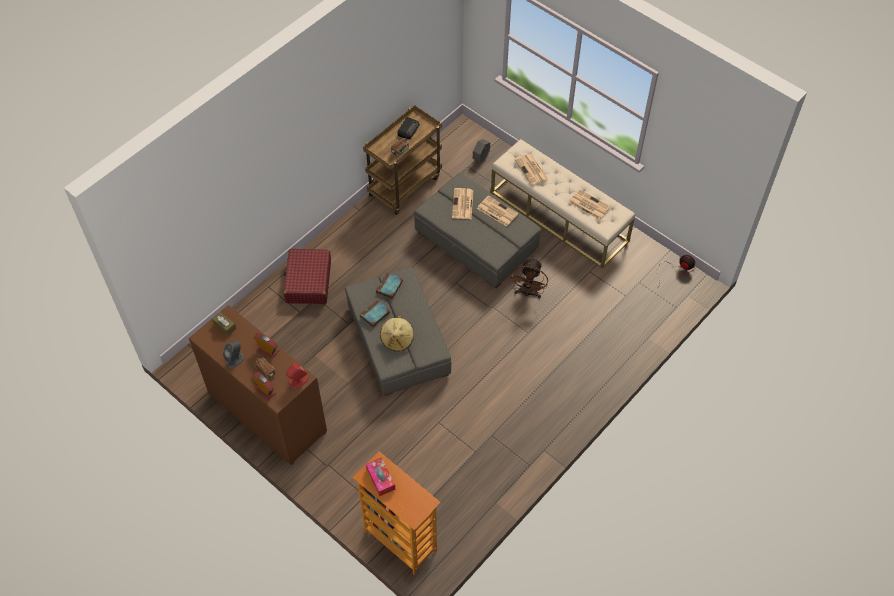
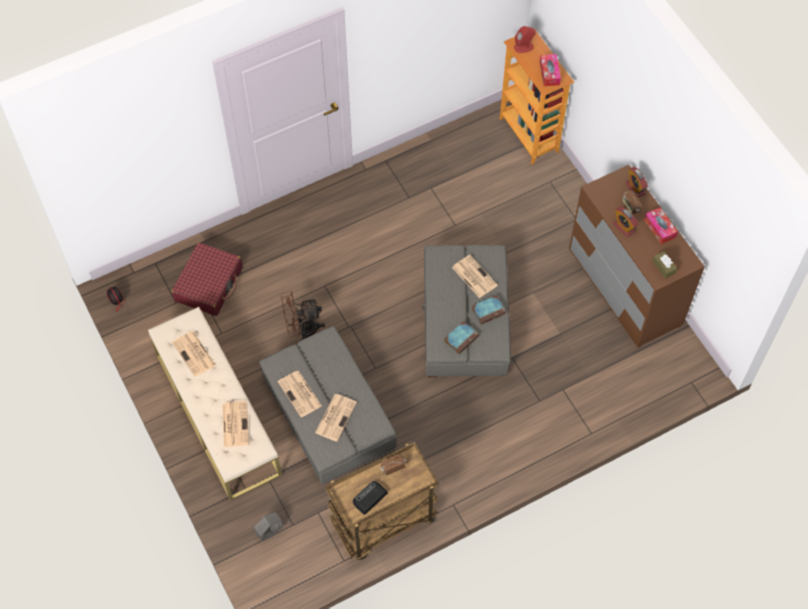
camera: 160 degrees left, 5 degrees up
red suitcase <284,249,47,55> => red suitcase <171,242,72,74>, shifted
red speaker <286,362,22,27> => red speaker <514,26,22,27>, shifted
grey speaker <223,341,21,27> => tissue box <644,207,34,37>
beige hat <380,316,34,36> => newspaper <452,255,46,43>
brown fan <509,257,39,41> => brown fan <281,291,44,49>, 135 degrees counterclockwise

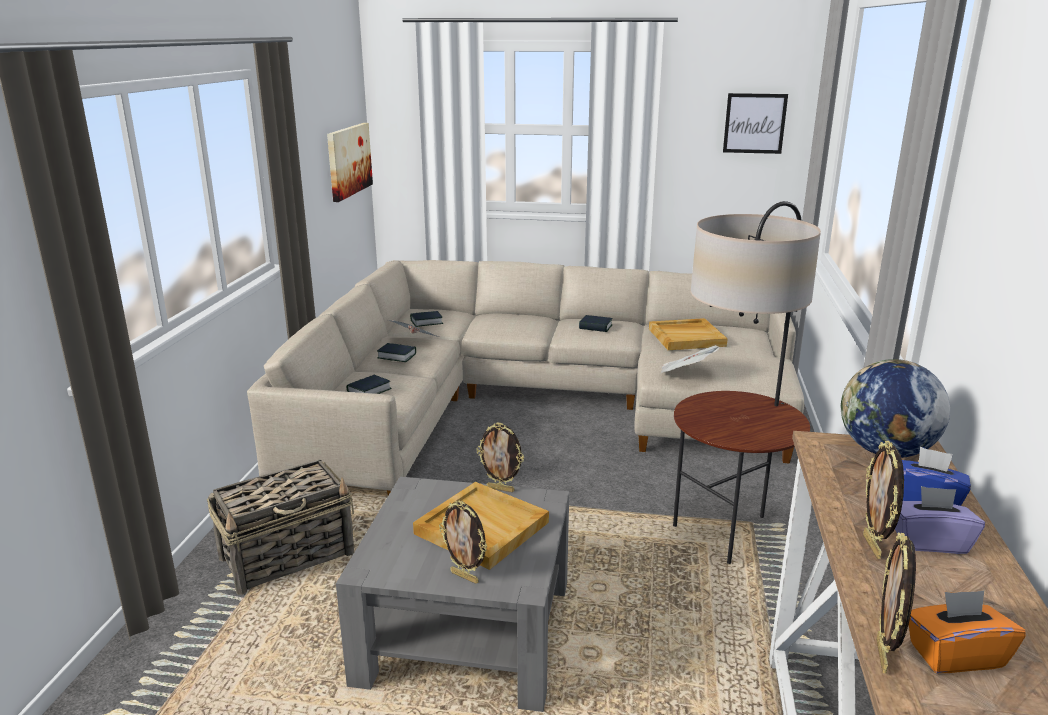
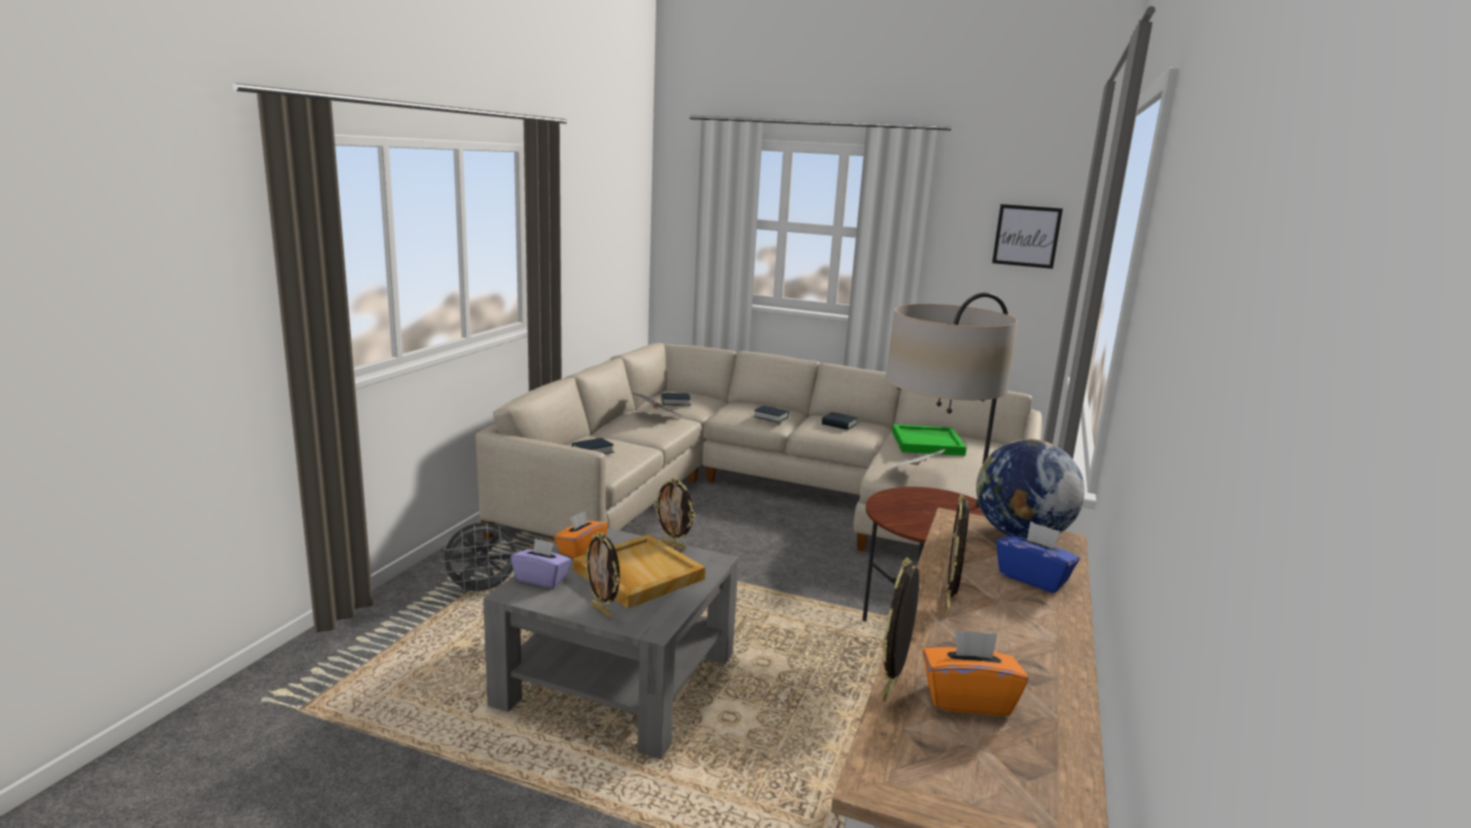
camera: 10 degrees right, 5 degrees down
picture <327,123,46,79> => nothing
nothing => orange tissue box <554,511,54,47>
book <377,343,39,19> => book <754,406,35,17>, shifted
purple tissue box <895,486,90,68> => purple tissue box <510,538,61,50>, shifted
basket <207,459,147,136> => grey fan <441,522,80,74>
beige tray <649,318,79,32> => green tray <892,424,75,32>

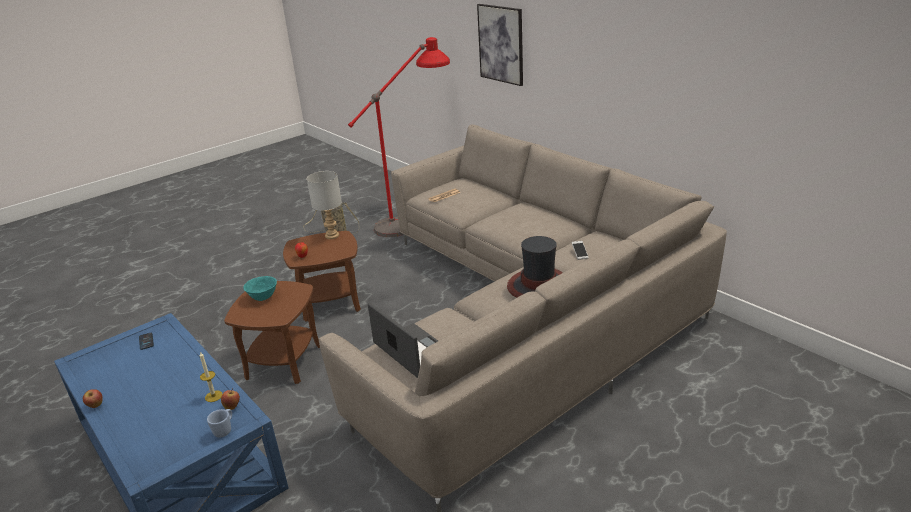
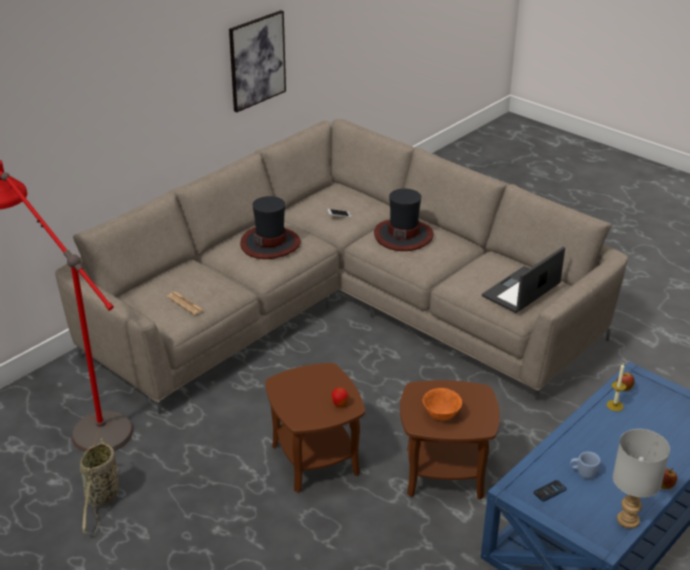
camera: 100 degrees left, 5 degrees up
nothing => hat <240,196,61,63>
blue mug <207,409,25,29> => blue mug <570,452,30,27>, shifted
grey table lamp <307,171,35,68> => grey table lamp <613,429,57,100>, shifted
picture <477,4,46,82> => picture <229,10,57,103>, shifted
turquoise bowl <243,276,34,25> => orange bowl <423,388,39,32>

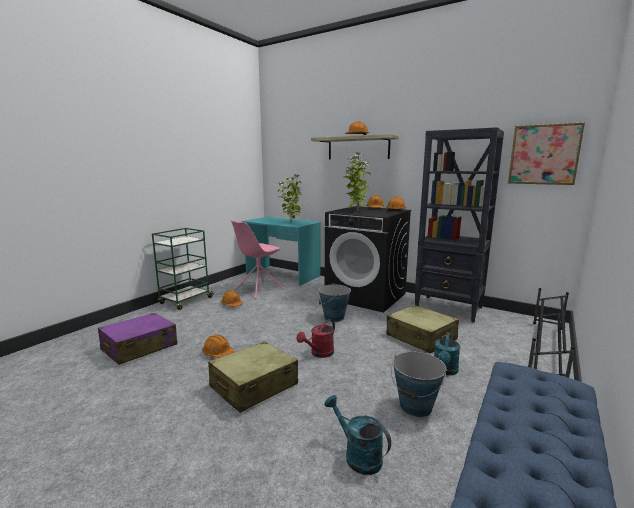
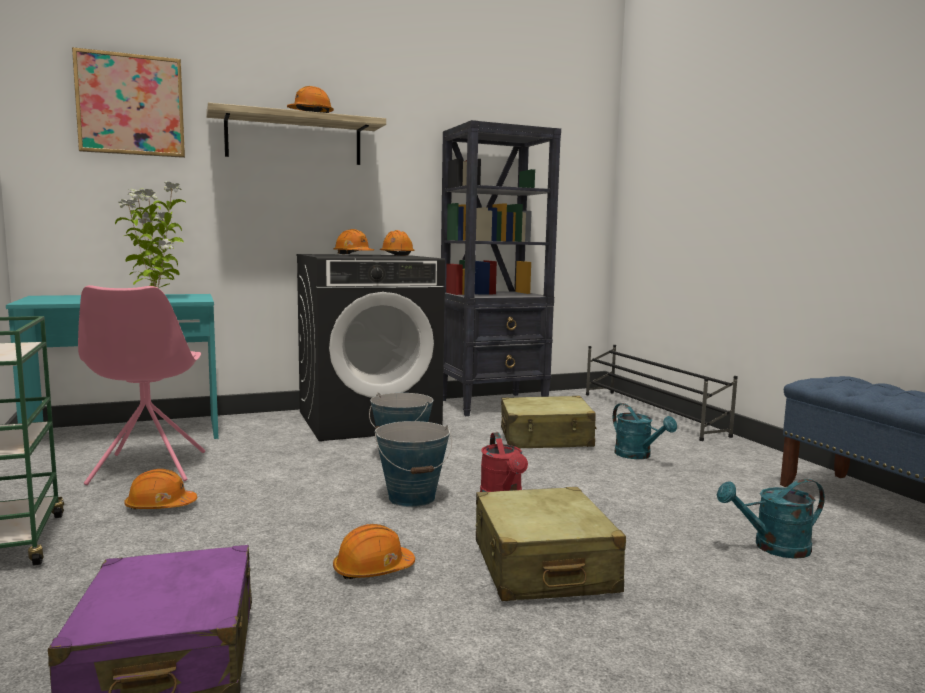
camera: 55 degrees left, 5 degrees down
potted plant <343,152,28,59> => nothing
bucket <391,352,55,65> => bucket <375,421,77,86>, shifted
picture <508,122,77,63> => picture <72,47,113,111>, shifted

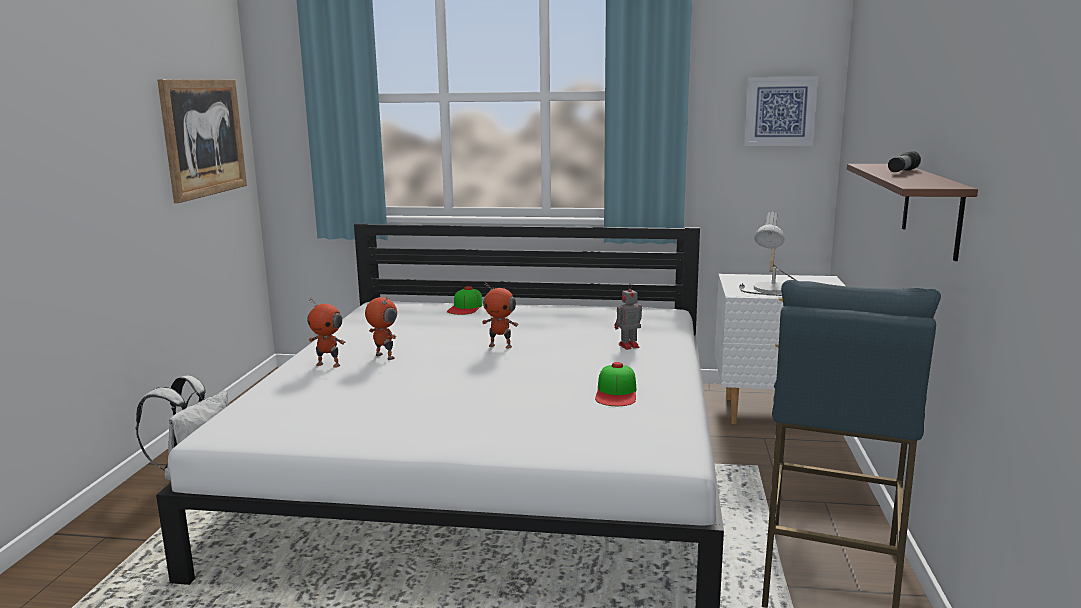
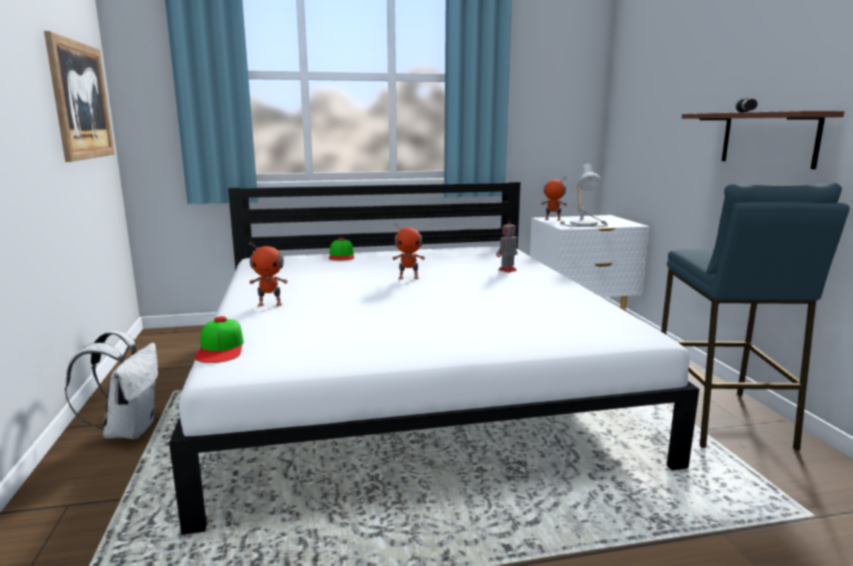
camera: 20 degrees left, 0 degrees up
picture <744,76,75,70> => nothing
toy robot <365,296,32,64> => toy robot <541,177,26,44>, shifted
cap <595,362,41,44> => cap <195,316,49,47>, shifted

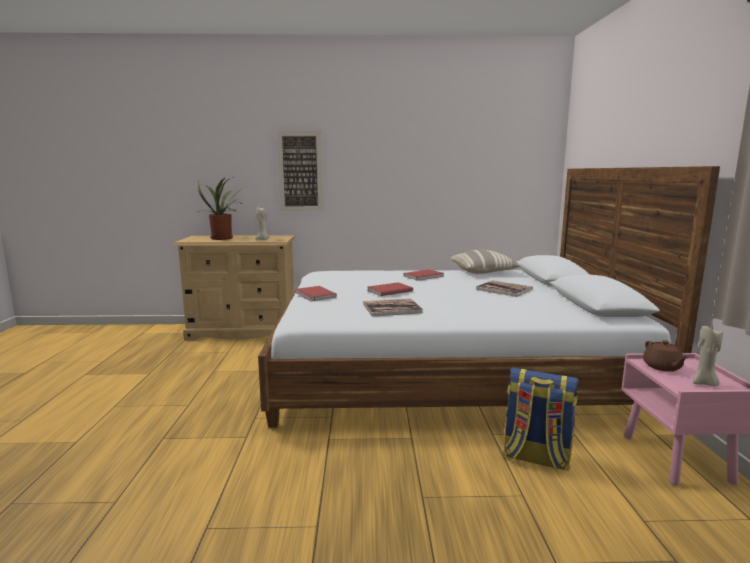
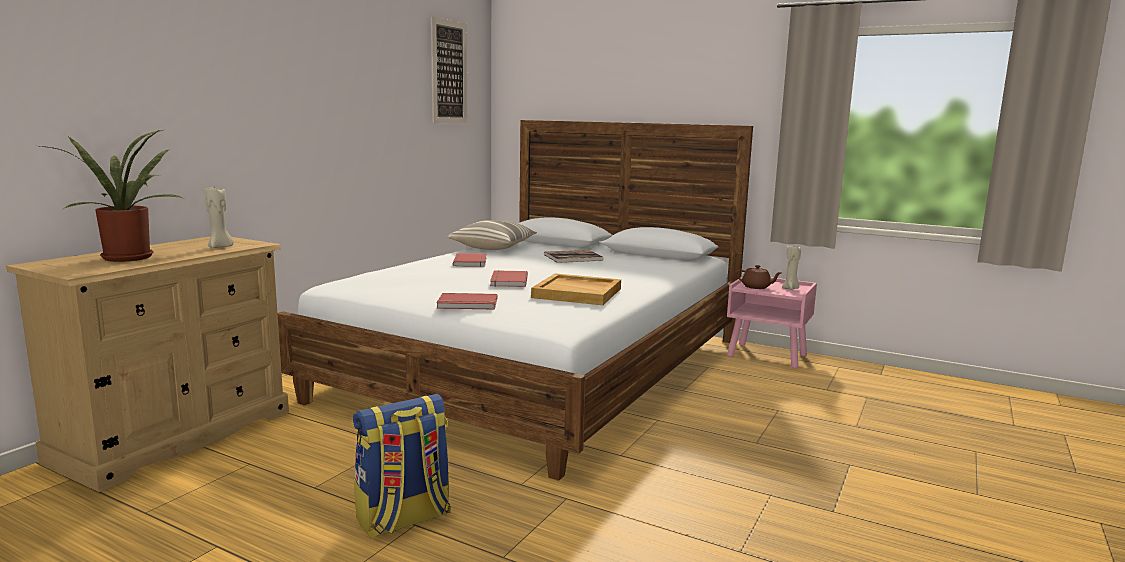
camera: 60 degrees left, 0 degrees up
picture <277,131,46,80> => picture <431,17,36,106>, shifted
backpack <503,368,76,103> => backpack <353,394,98,145>, shifted
book <363,299,60,17> => beige tray <531,273,90,32>

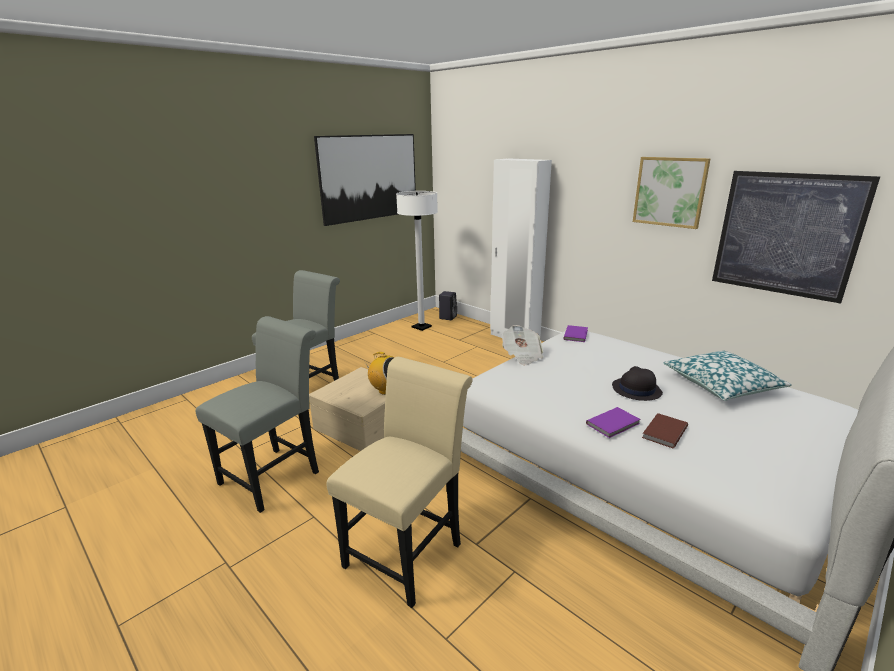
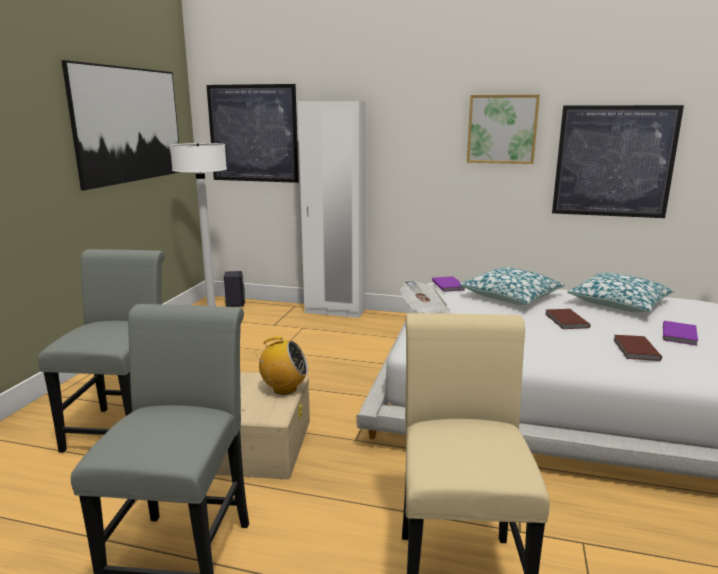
camera: 30 degrees left, 5 degrees down
nothing => picture <206,84,93,99>
nothing => pillow <459,267,106,38>
purple book <586,407,55,31> => purple book <663,321,35,25>, shifted
black hat <612,366,51,35> => brown book <545,309,46,20>

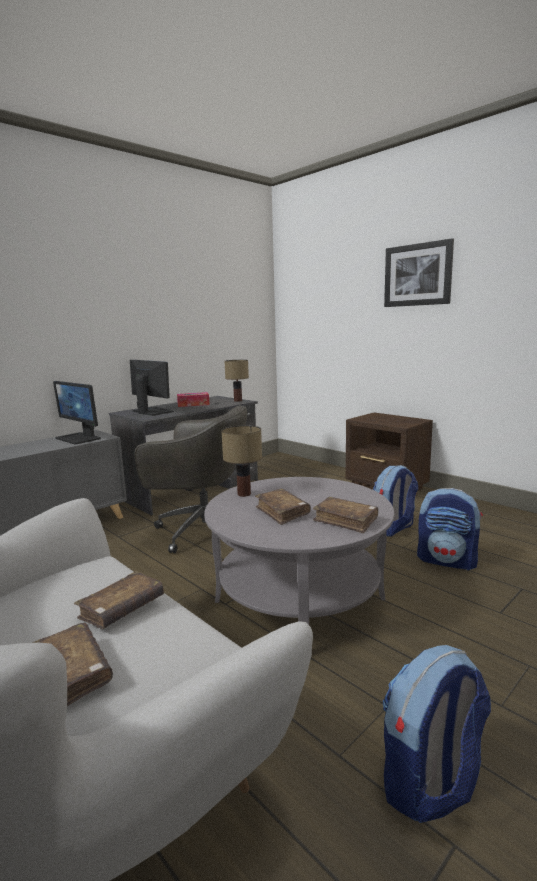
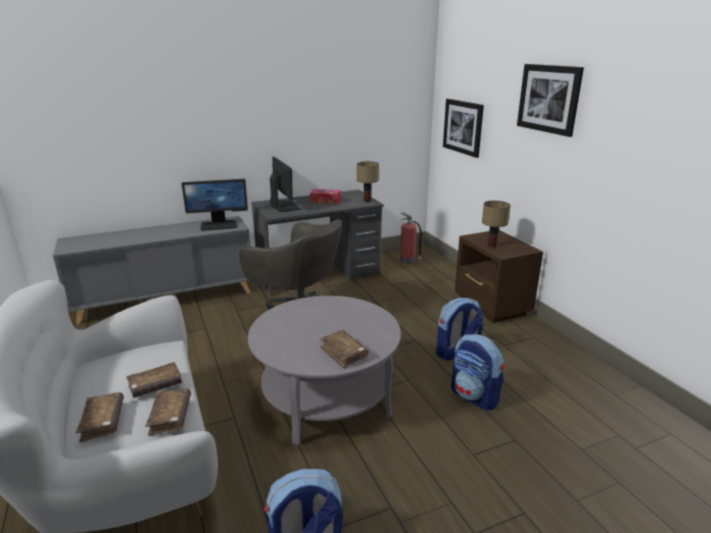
camera: 20 degrees right, 10 degrees up
nothing => fire extinguisher <400,213,22,50>
nothing => picture <443,99,41,59>
table lamp <221,425,41,72> => table lamp <482,201,28,47>, shifted
brown book <255,489,56,36> => brown book <145,388,46,48>, shifted
monitor <53,381,48,63> => monitor <182,179,66,52>, 75 degrees counterclockwise

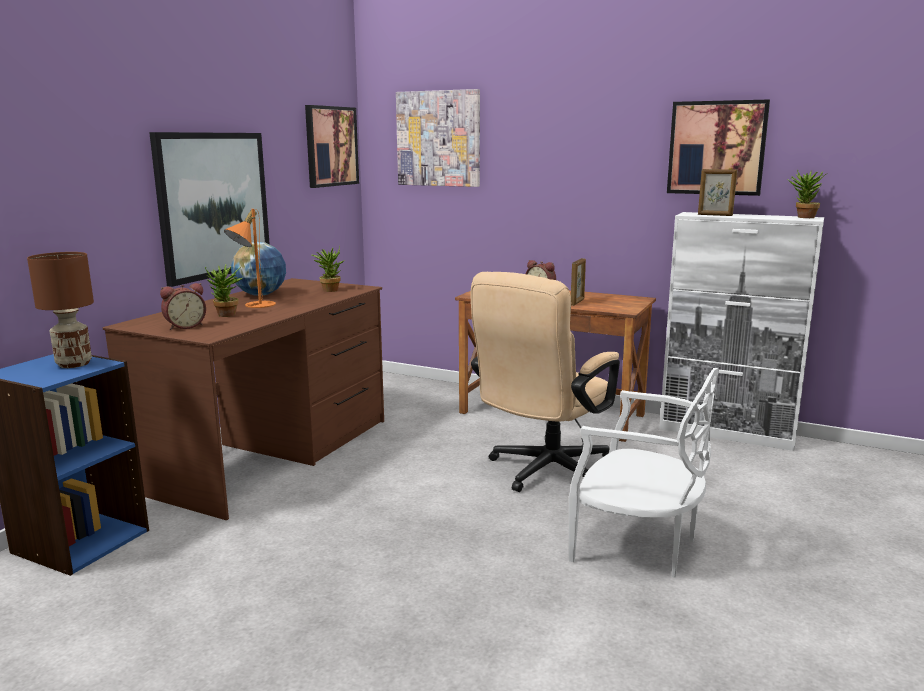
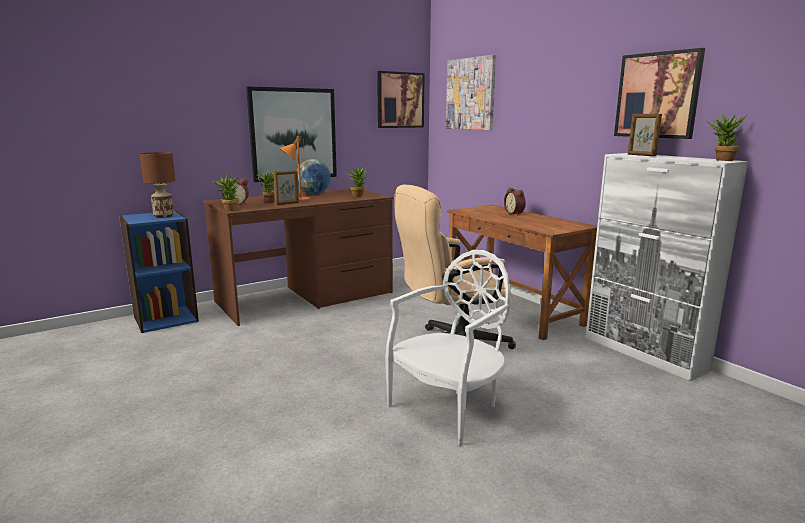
camera: 30 degrees right, 0 degrees up
nothing => potted plant <212,174,27,37>
picture frame <571,258,15,48> => picture frame <273,170,26,35>, shifted
white chair <569,368,150,210> => white chair <385,250,125,196>, 105 degrees counterclockwise

